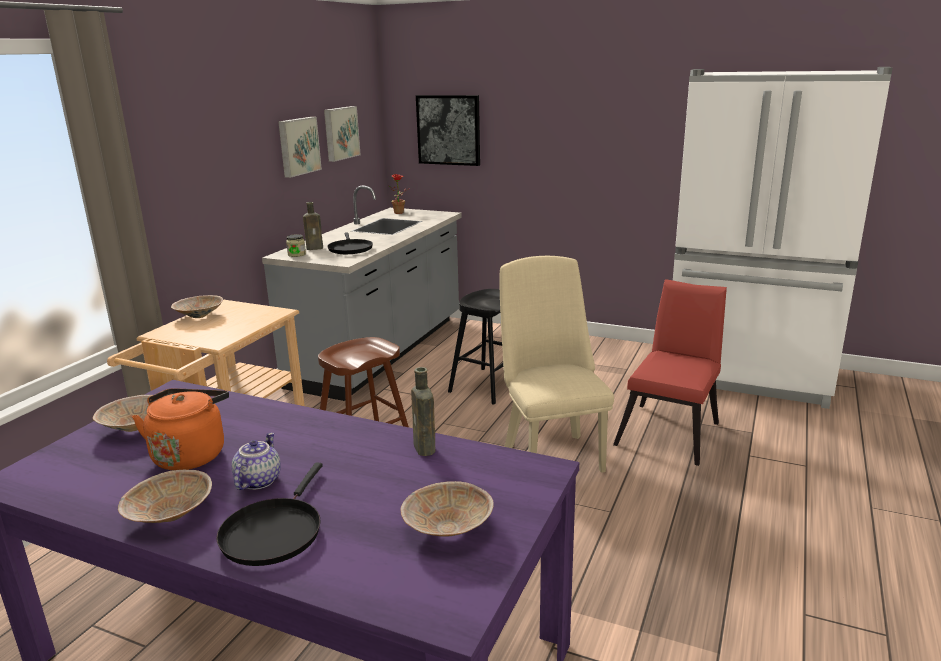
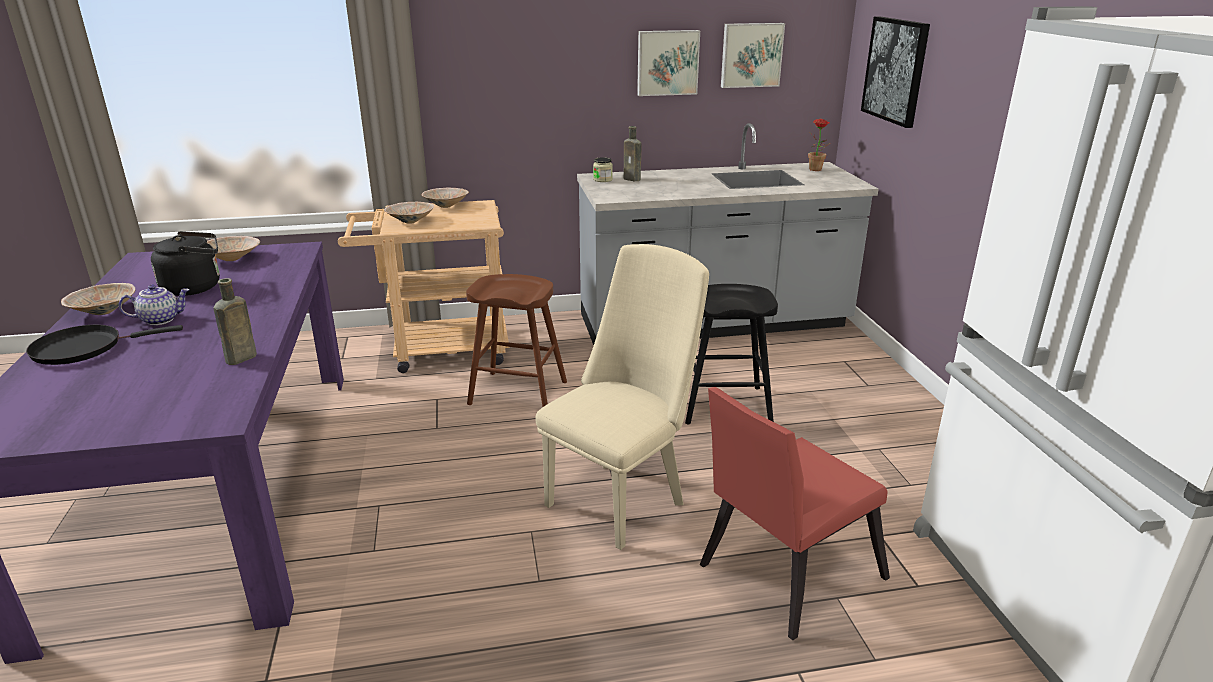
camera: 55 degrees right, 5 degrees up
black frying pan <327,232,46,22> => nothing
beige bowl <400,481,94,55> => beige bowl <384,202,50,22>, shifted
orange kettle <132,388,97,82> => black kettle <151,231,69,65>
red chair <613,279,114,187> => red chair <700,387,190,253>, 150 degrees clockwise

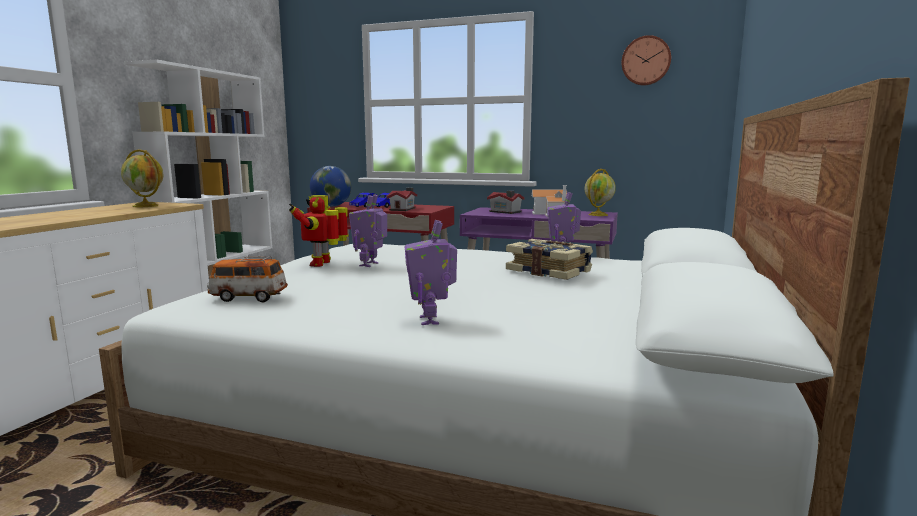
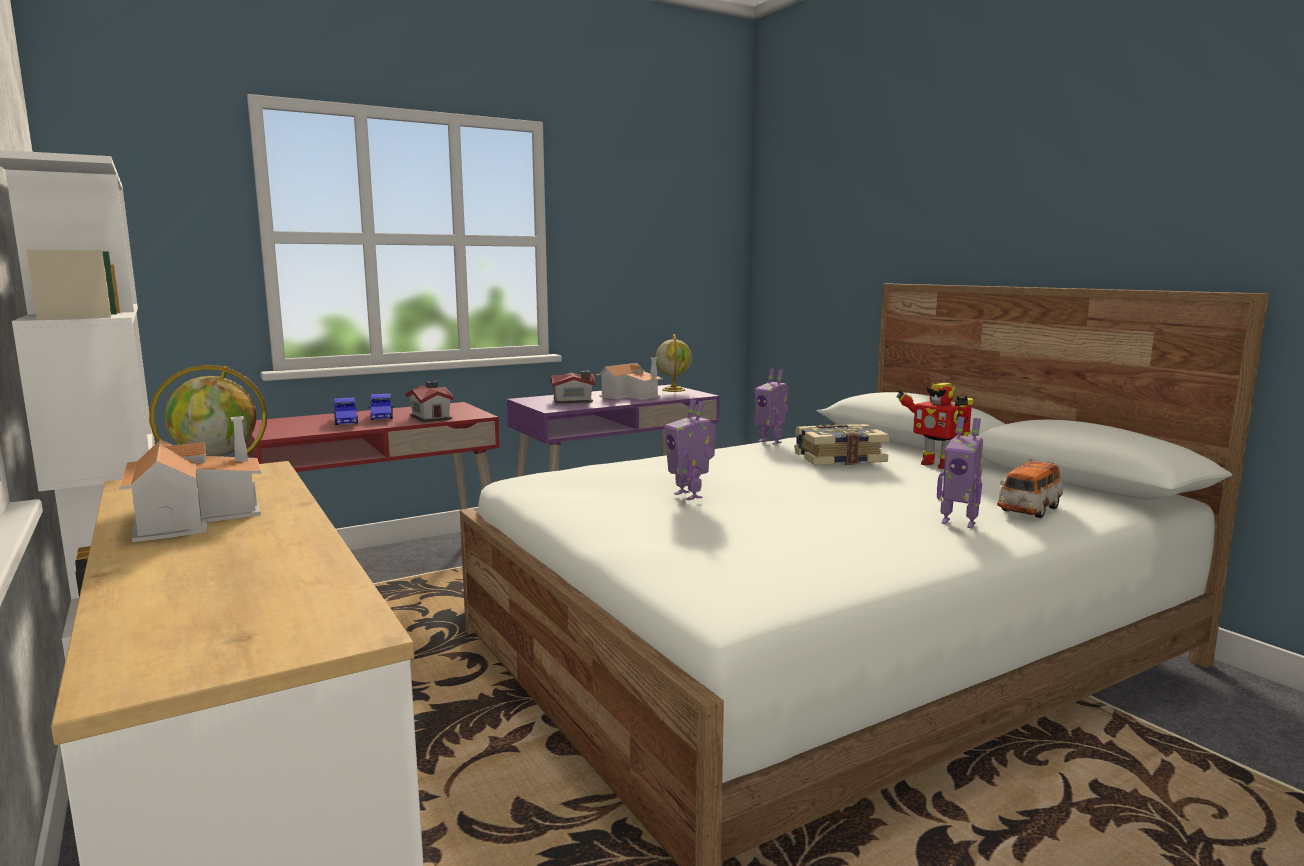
camera: 50 degrees left, 0 degrees up
globe <310,166,41,41> => nothing
wall clock <622,35,49,51> => nothing
nothing => toy house <119,416,143,126>
toy car <207,256,81,46> => toy car <997,459,66,59>, shifted
toy robot <289,195,60,72> => toy robot <896,383,78,86>, shifted

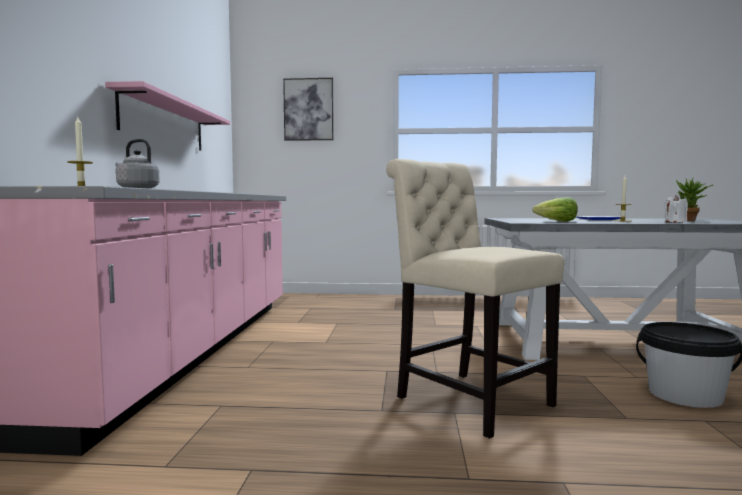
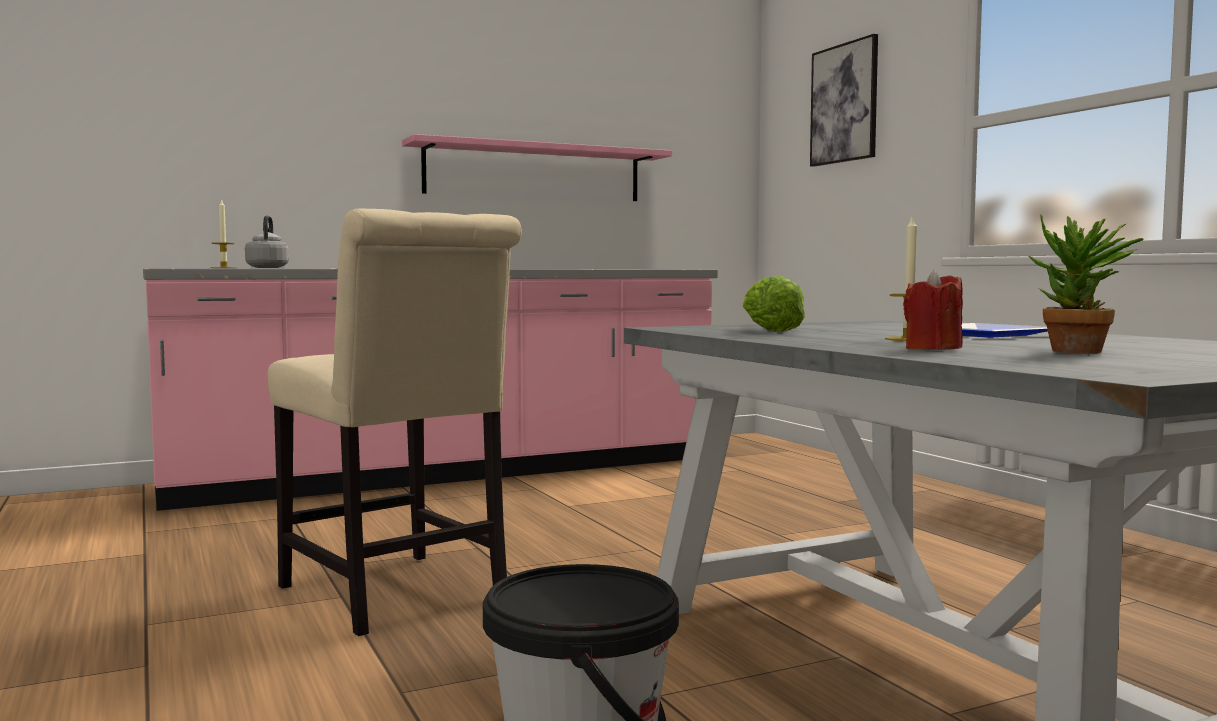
camera: 60 degrees right, 0 degrees up
white candle <664,195,24,27> => red candle <903,270,60,80>
beige chair <386,159,178,280> => beige chair <268,209,254,427>, 120 degrees clockwise

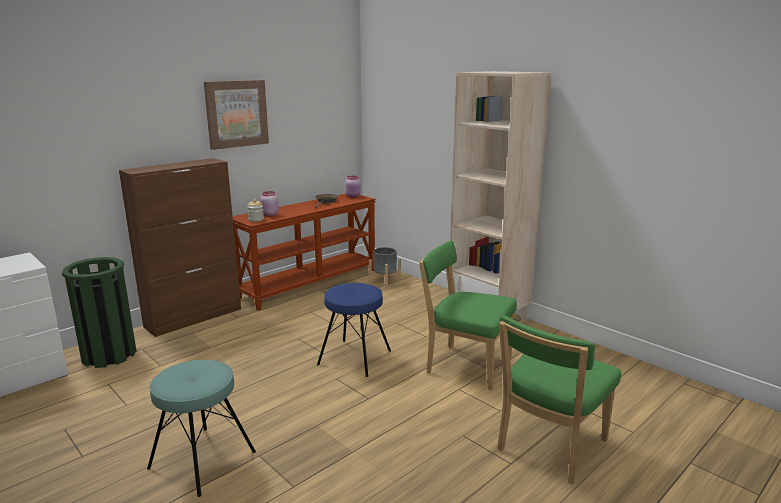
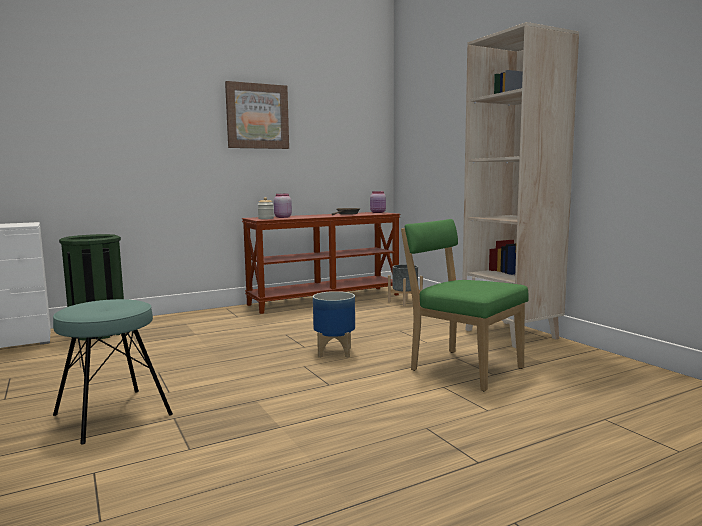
camera: 15 degrees right, 10 degrees down
brown cabinet <119,158,122,179> => nothing
green chair <497,315,124,169> => nothing
blue stool <317,283,74,94> => planter <313,291,42,67>

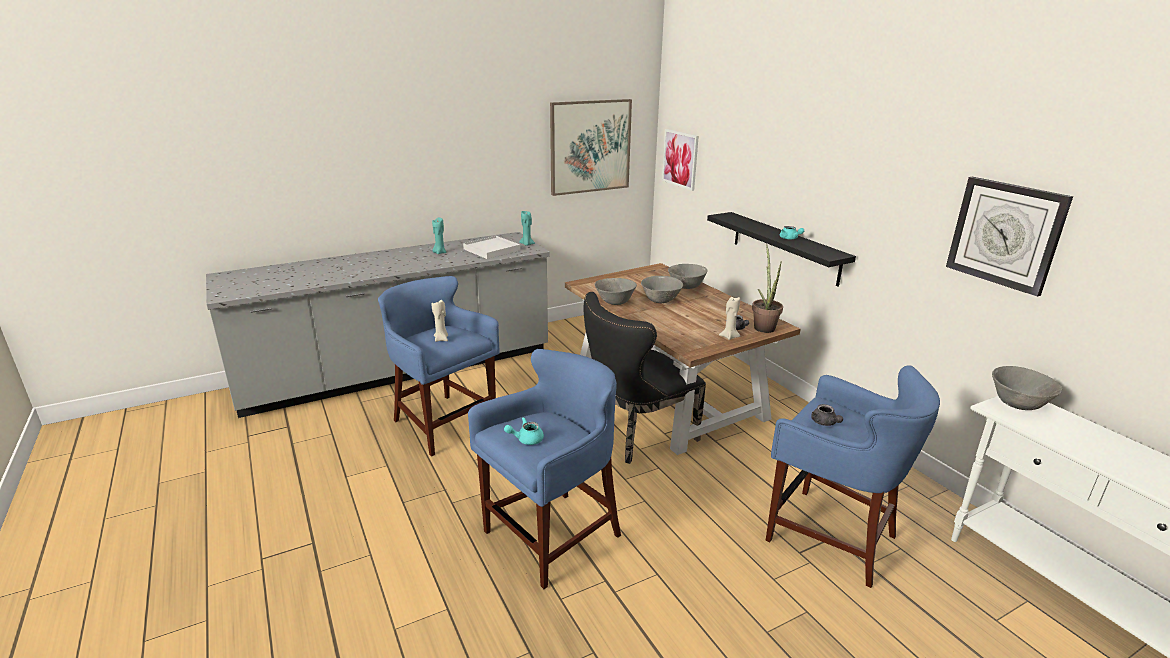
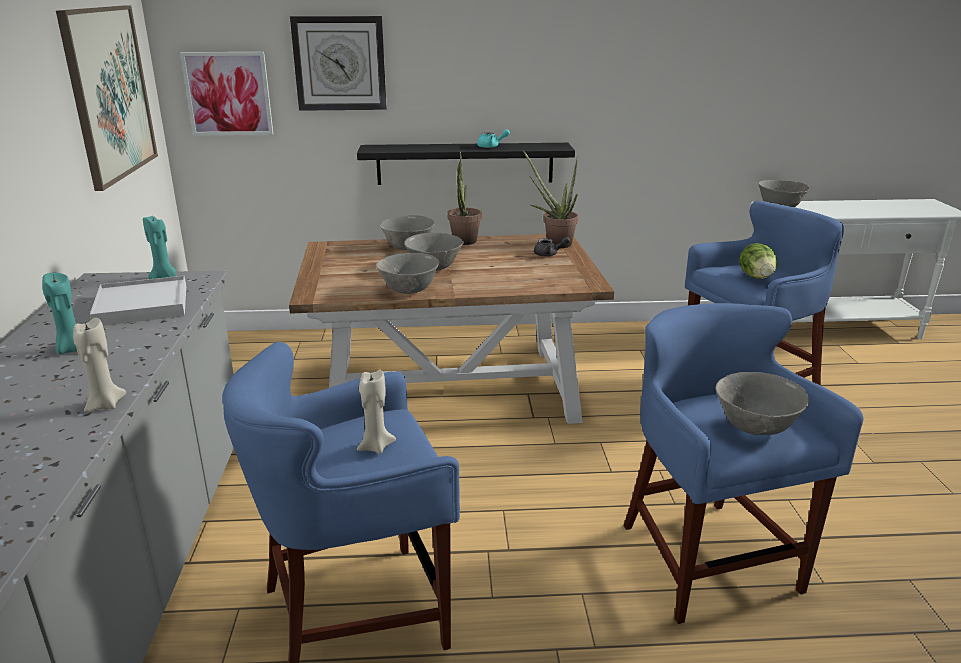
camera: 65 degrees left, 0 degrees up
black chair <584,292,122,172> => nothing
nothing => potted plant <447,151,35,94>
beige candle <719,297,21,43> => beige candle <73,318,53,94>, shifted
wall clock <946,177,127,120> => wall clock <290,16,97,95>, shifted
turquoise teapot <504,417,40,28> => grey bowl <716,372,93,63>
grey teapot <811,404,32,22> => lettuce <739,243,38,36>

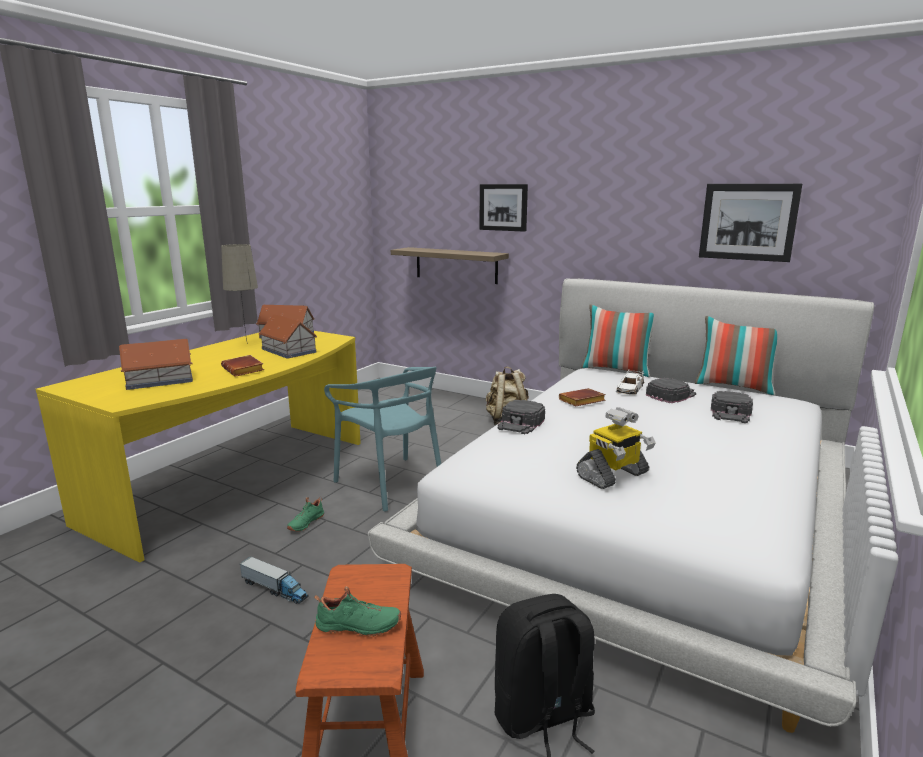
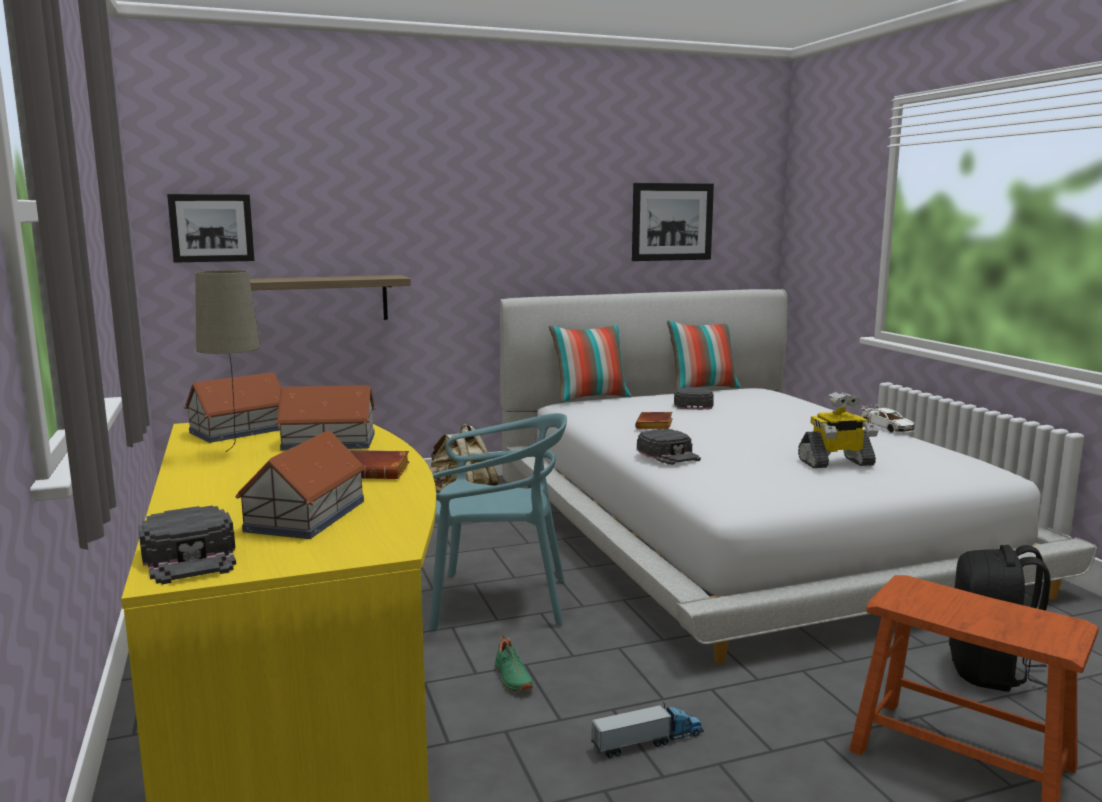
camera: 50 degrees left, 5 degrees down
green shoe <314,586,87,50> => nothing
picture <479,184,49,48> => picture <167,194,87,69>, shifted
white toy car <616,369,28,26> => white toy car <861,404,54,29>, shifted
black cap <711,391,42,32> => black cap <138,505,98,79>, shifted
toy robot <576,407,80,82> => toy robot <798,392,80,76>, 75 degrees clockwise

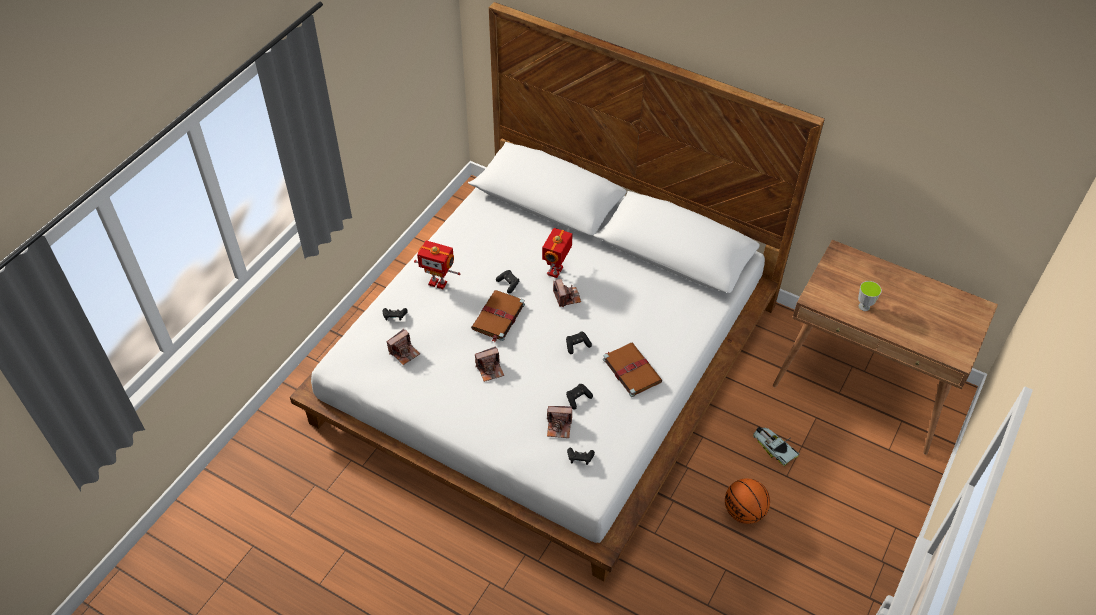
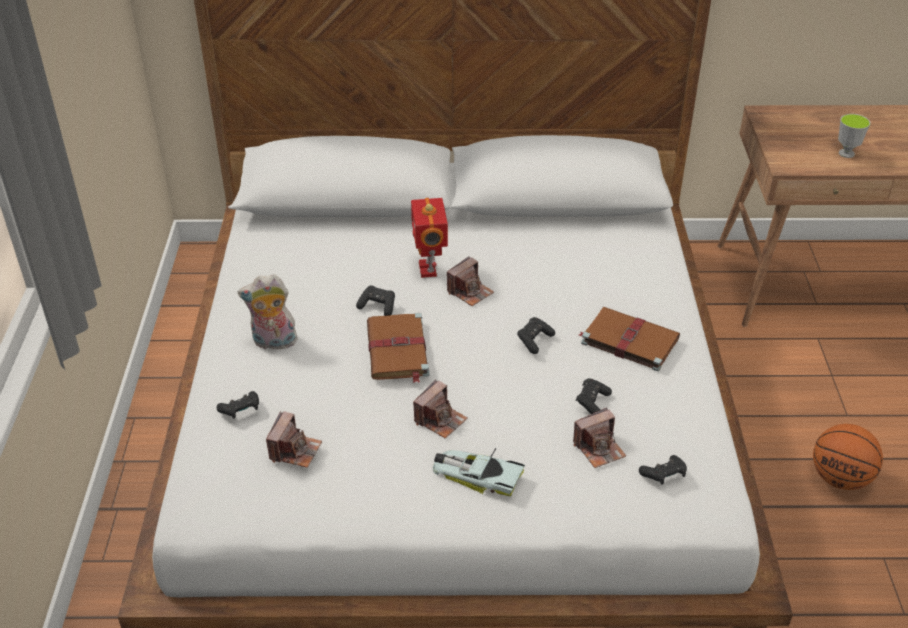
camera: 30 degrees left, 10 degrees down
toy car <753,427,46,39> => toy car <433,448,92,48>, shifted
toy robot <414,240,46,49> => plush toy <238,274,59,75>
photo camera <553,279,28,28> => photo camera <447,256,47,50>, 90 degrees clockwise

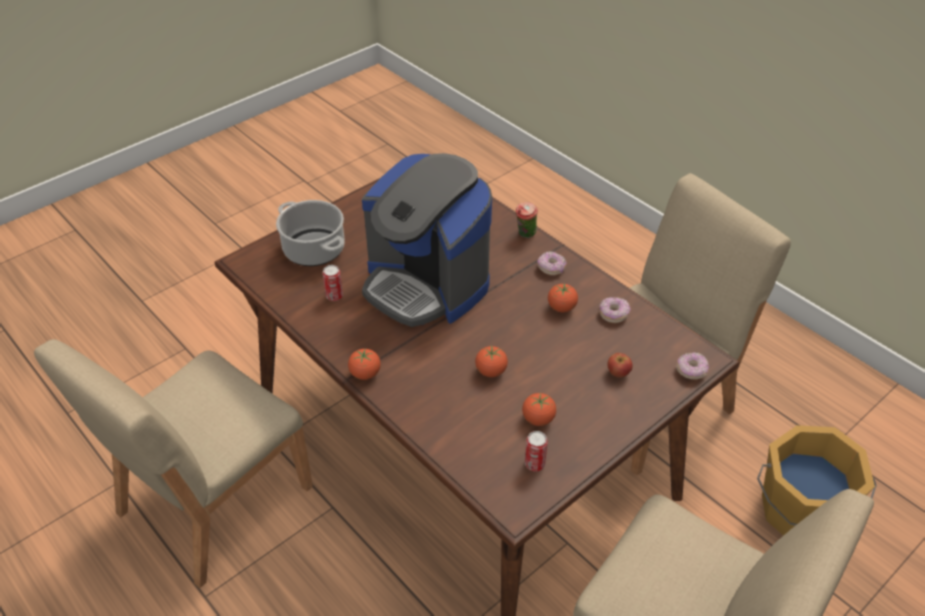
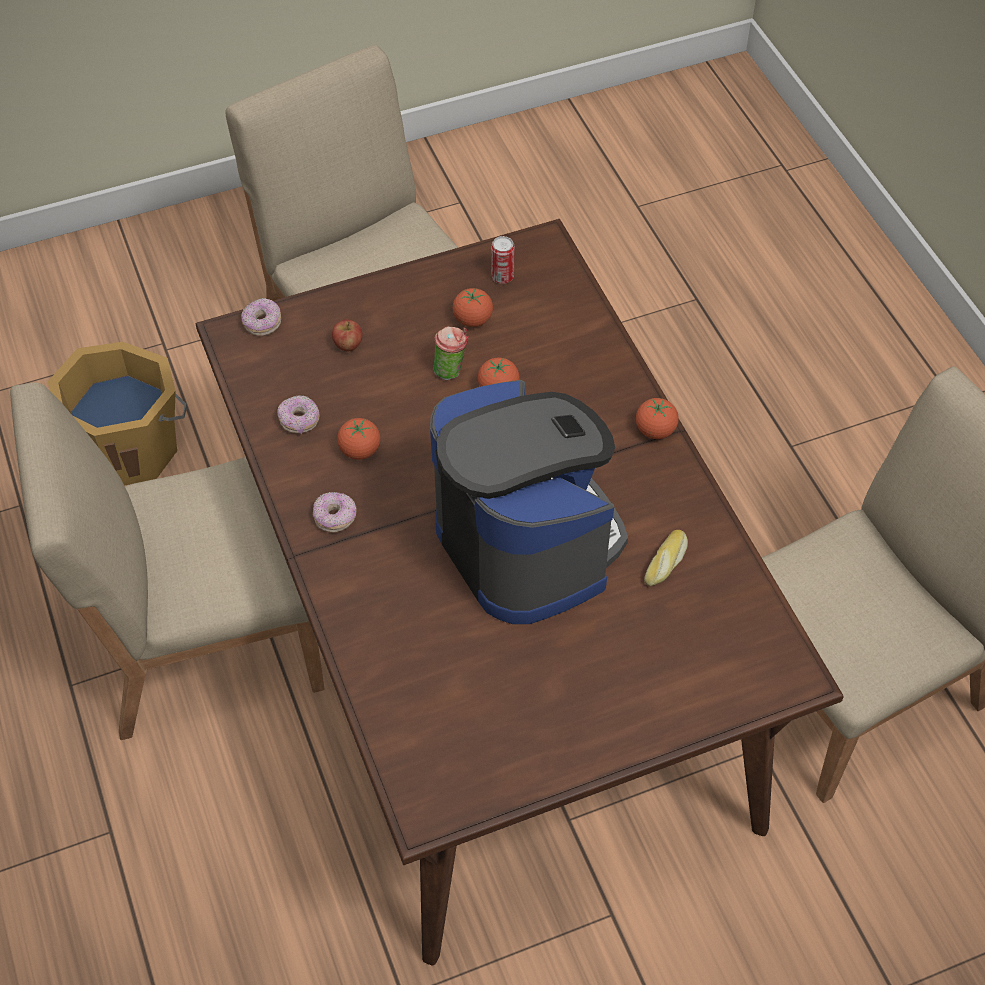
camera: 160 degrees left, 10 degrees up
cooking pot <276,200,69,66> => nothing
cup <516,202,22,36> => cup <433,326,36,54>, shifted
can <323,265,20,36> => bread <644,530,44,56>

